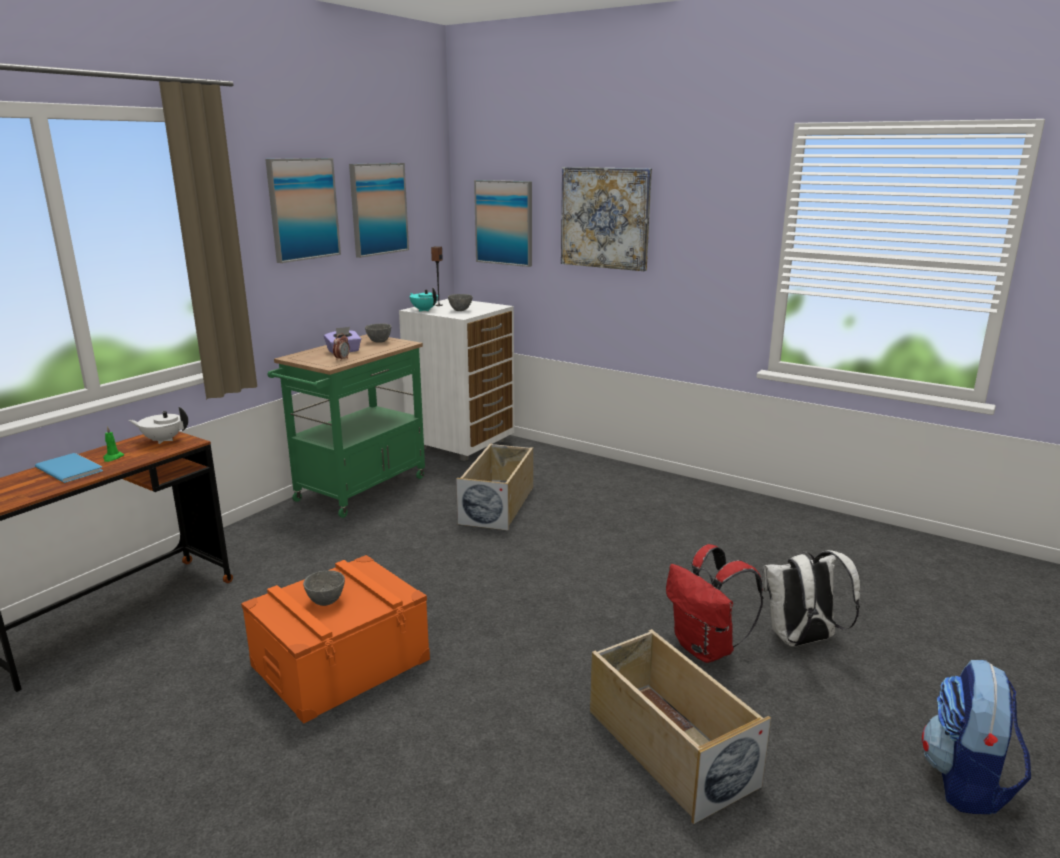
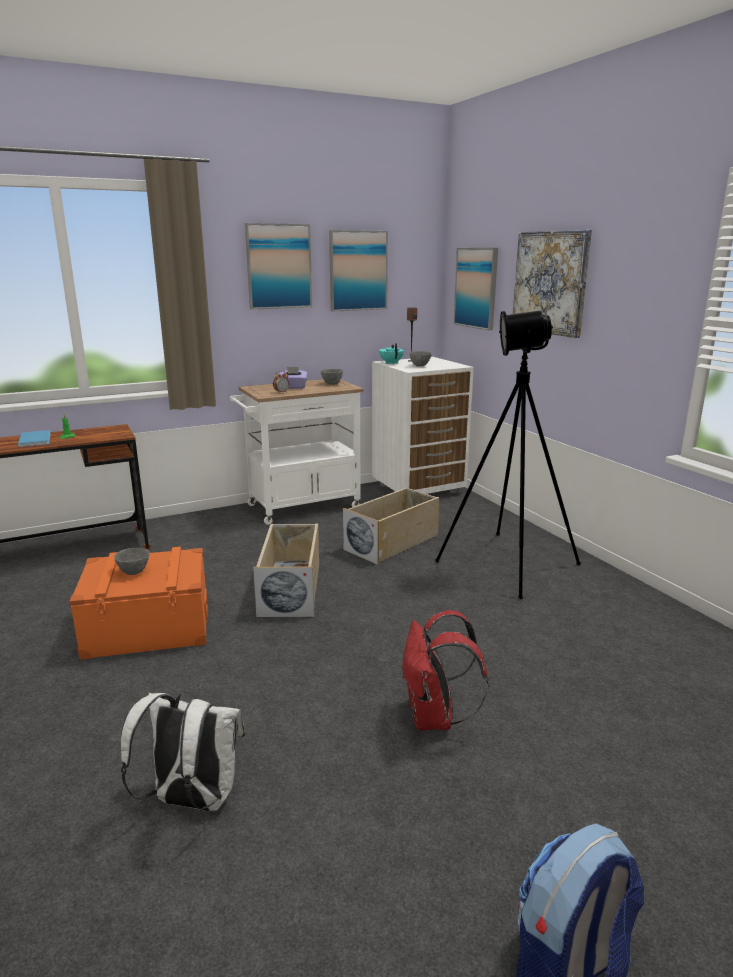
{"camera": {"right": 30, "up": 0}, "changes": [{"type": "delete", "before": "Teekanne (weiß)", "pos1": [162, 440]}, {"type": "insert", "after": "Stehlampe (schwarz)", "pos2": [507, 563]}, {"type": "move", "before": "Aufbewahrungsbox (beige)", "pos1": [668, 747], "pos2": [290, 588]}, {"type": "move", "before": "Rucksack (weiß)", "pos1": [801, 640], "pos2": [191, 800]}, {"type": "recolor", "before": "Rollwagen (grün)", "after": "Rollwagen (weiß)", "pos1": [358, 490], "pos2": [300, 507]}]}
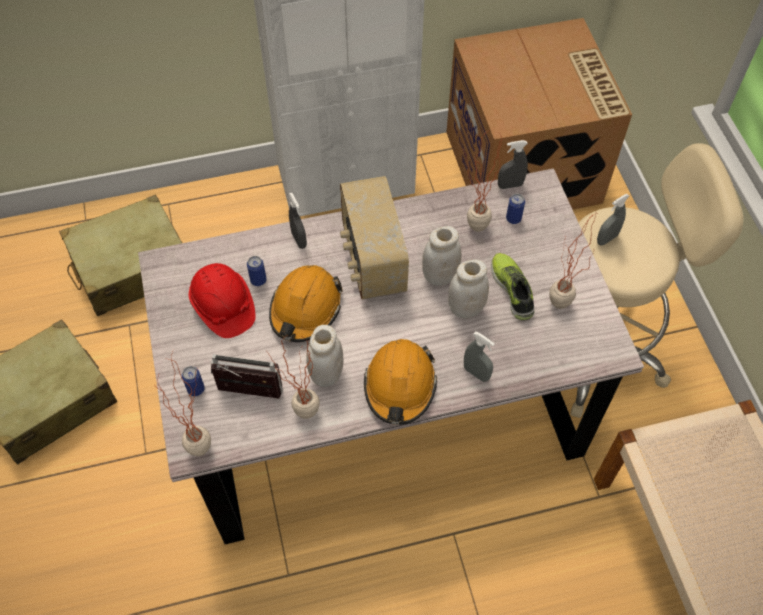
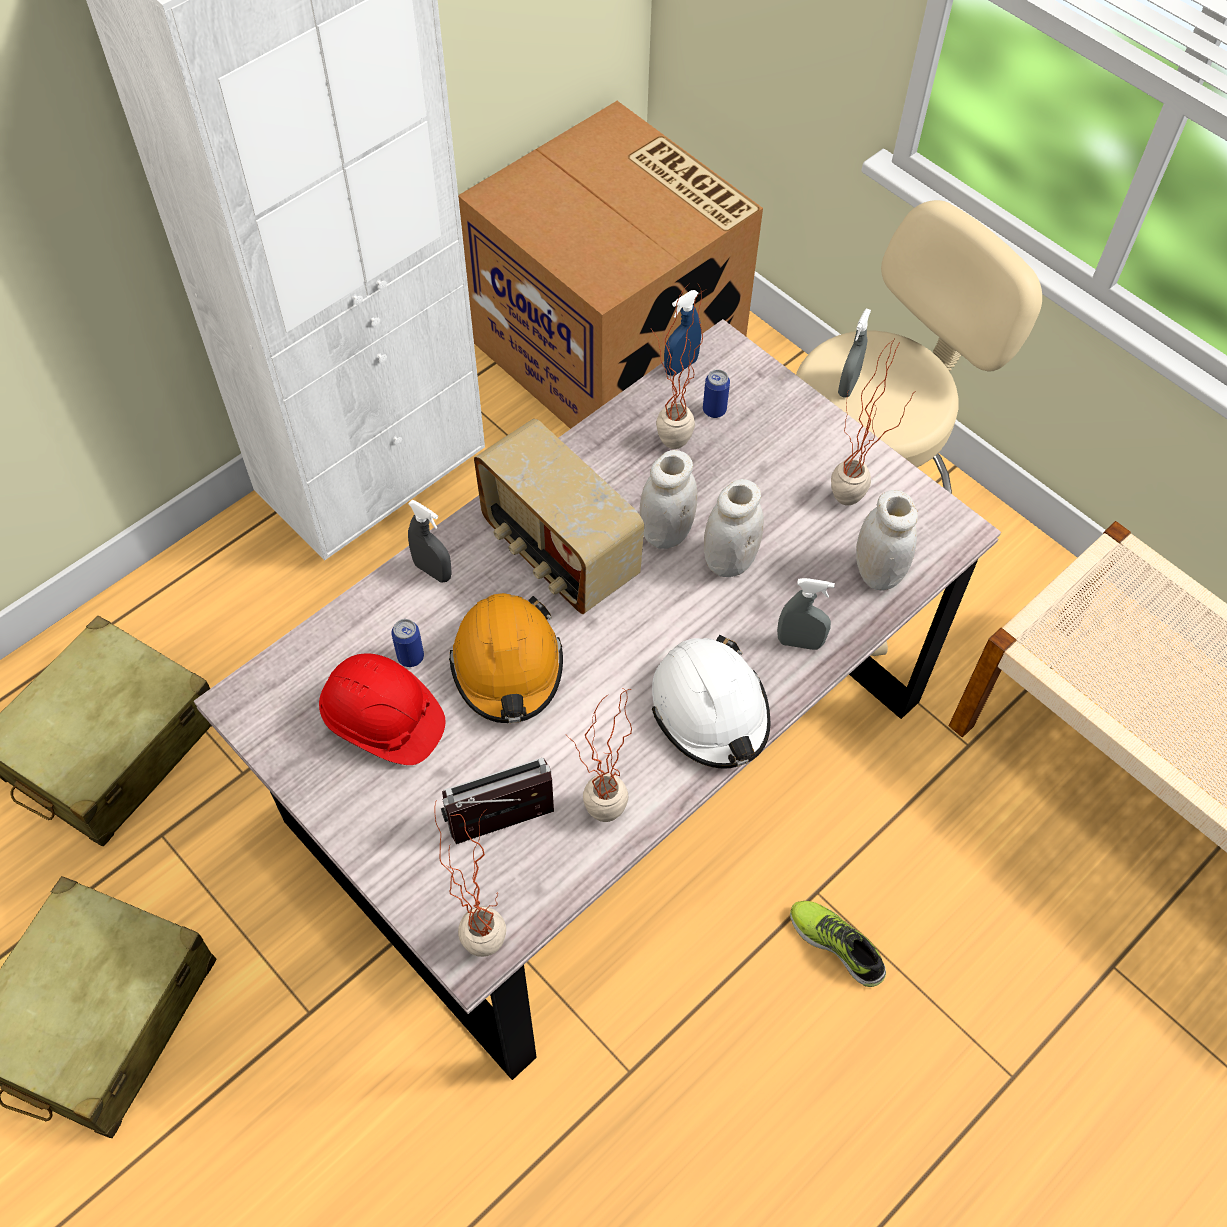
{"camera": {"right": -30, "up": 0}, "changes": [{"type": "delete", "before": "Dose", "pos1": [196, 389]}, {"type": "move", "before": "Vorratsglas (weiß)", "pos1": [326, 374], "pos2": [877, 572]}, {"type": "move", "before": "Schuh", "pos1": [513, 289], "pos2": [837, 944]}, {"type": "recolor", "before": "Schutzhelm (orange)", "after": "Schutzhelm (weiß)", "pos1": [400, 386], "pos2": [710, 710]}, {"type": "recolor", "before": "Sprühflasche (grau)", "after": "Sprühflasche (blau)", "pos1": [510, 185], "pos2": [681, 366]}]}
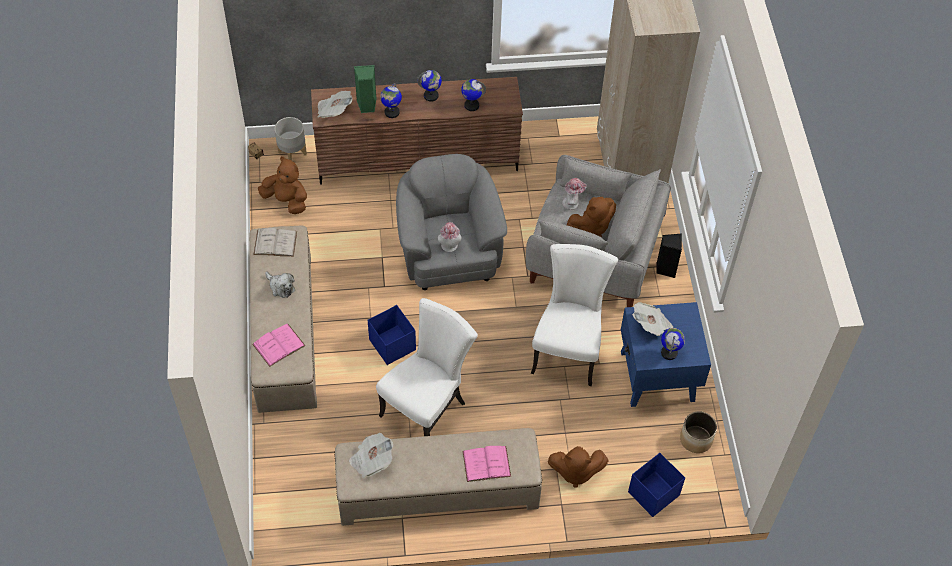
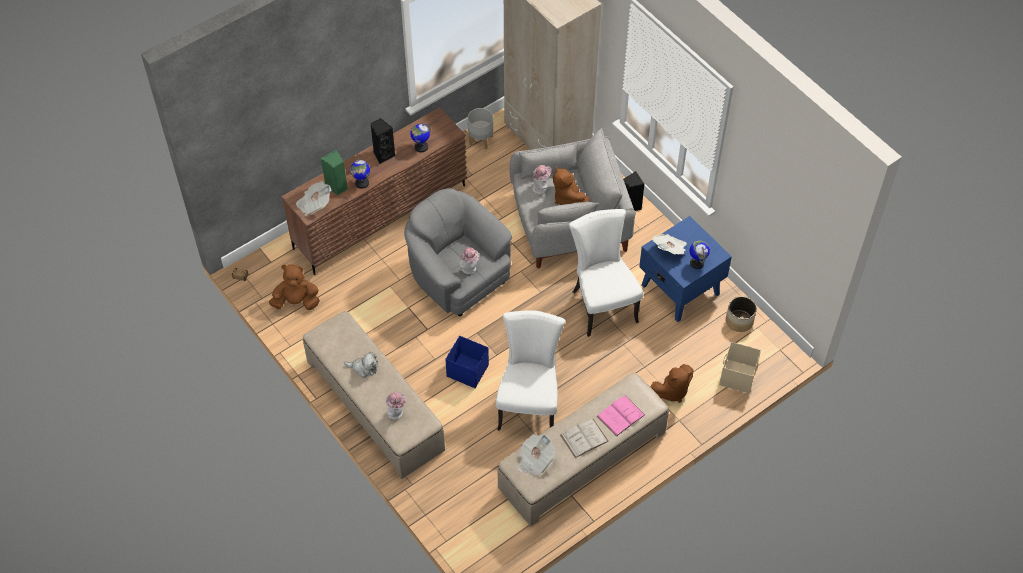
{"camera": {"right": -30, "up": 0}, "changes": [{"type": "move", "before": "Buch (weiß)", "pos1": [275, 243], "pos2": [584, 438]}, {"type": "move", "before": "Pflanzkübel (grau)", "pos1": [292, 153], "pos2": [481, 140]}, {"type": "replace", "before": "Buch (rosa)", "after": "Hut", "pos1": [278, 345], "pos2": [397, 413]}, {"type": "replace", "before": "Globus", "after": "Lautsprecher (schwarz)", "pos1": [431, 96], "pos2": [383, 155]}, {"type": "recolor", "before": "Aufbewahrungsbox (blau)", "after": "Aufbewahrungsbox (beige)", "pos1": [653, 494], "pos2": [737, 377]}, {"type": "rotate", "before": "Plüschtier (braun)", "pos1": [591, 226], "pos2": [568, 198], "turn": 120}]}
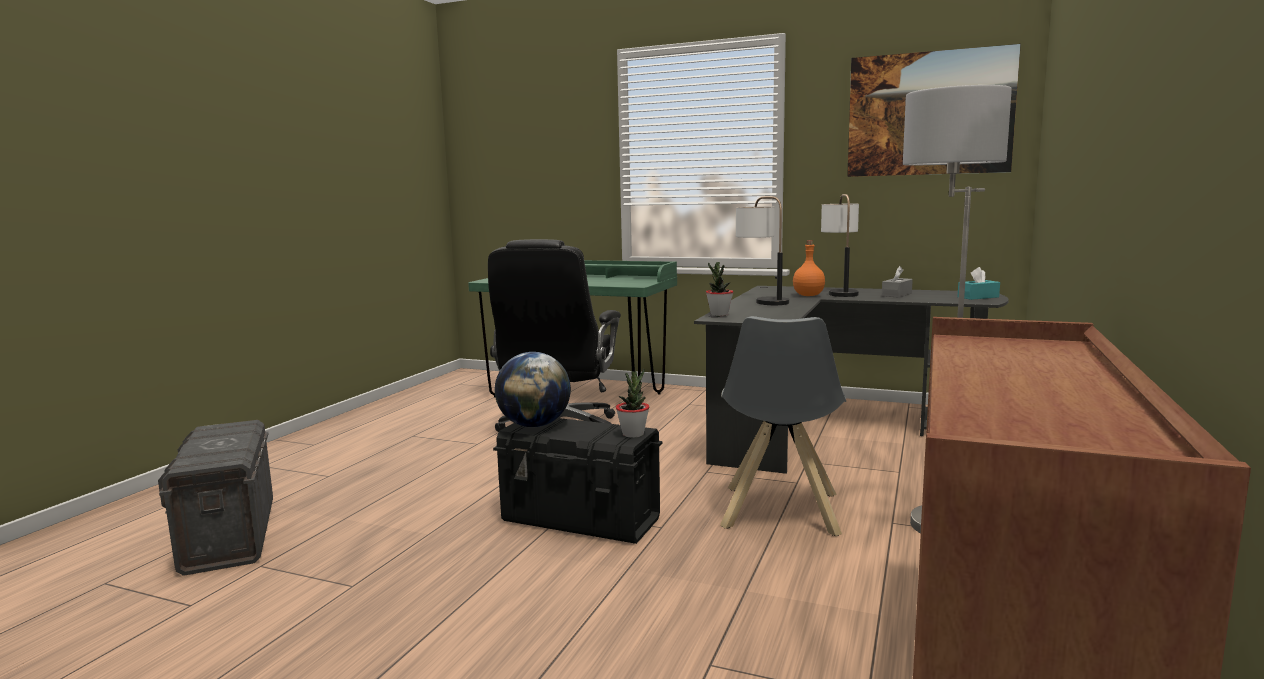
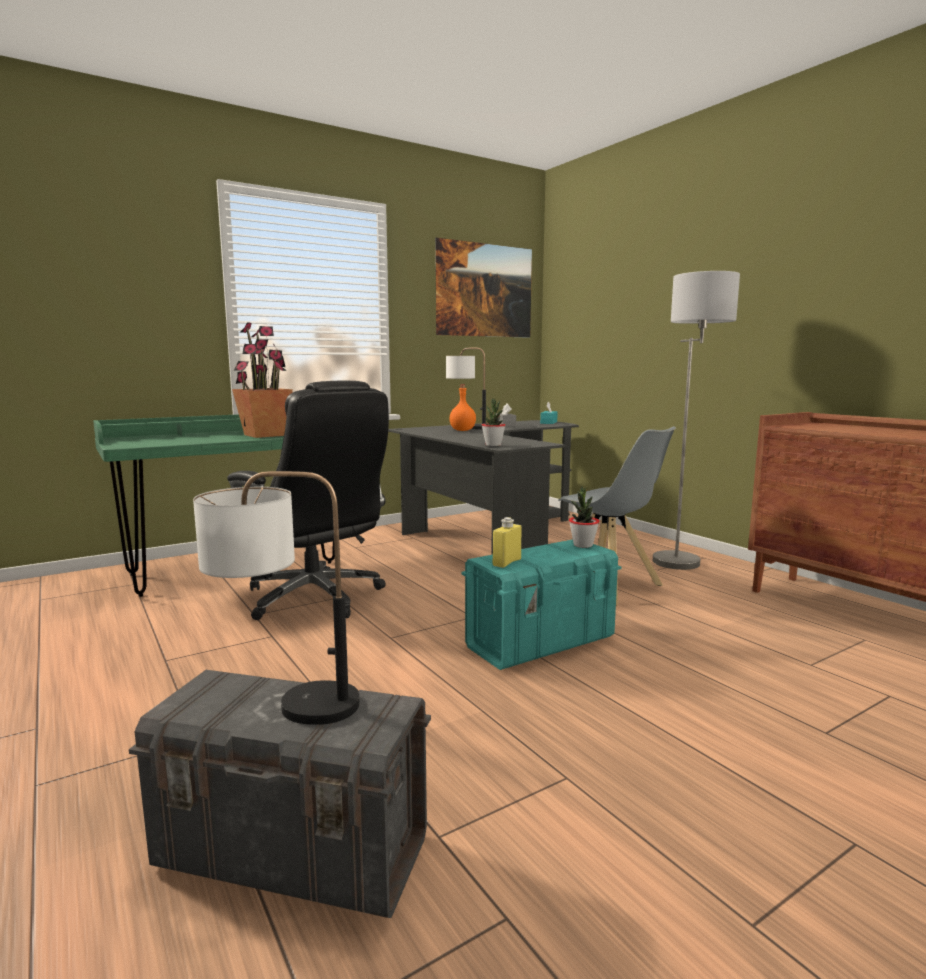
{"camera": {"right": -55, "up": 0}, "changes": [{"type": "insert", "after": "Topfpflanze", "pos2": [265, 435]}, {"type": "move", "before": "Tischlampe", "pos1": [761, 301], "pos2": [283, 703]}, {"type": "replace", "before": "Globus", "after": "Flasche (gelb)", "pos1": [534, 425], "pos2": [507, 562]}, {"type": "recolor", "before": "Aufbewahrungsbox (schwarz)", "after": "Aufbewahrungsbox (türkis)", "pos1": [581, 520], "pos2": [541, 641]}]}
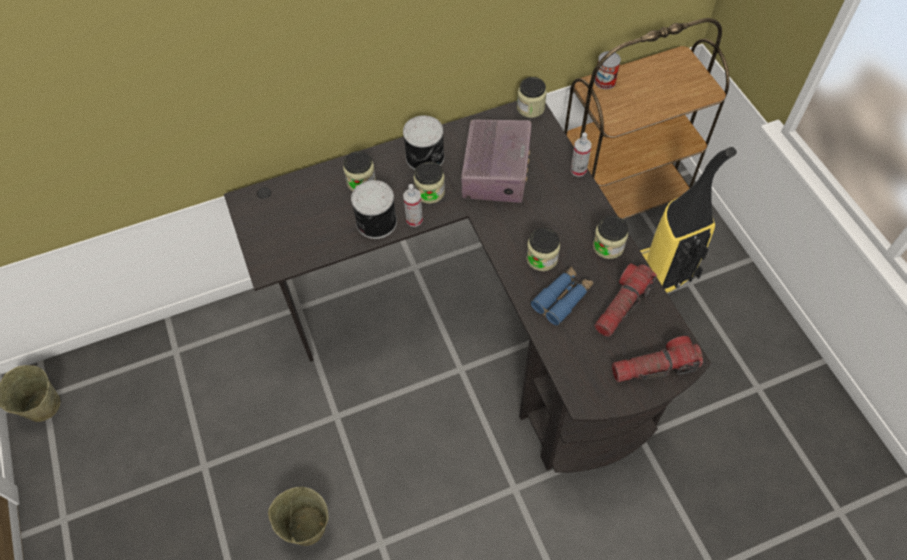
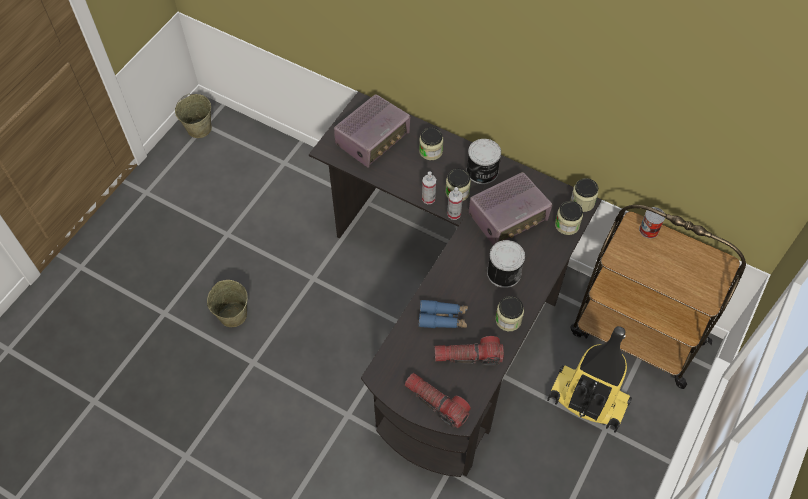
{"camera": {"right": 50, "up": 0}, "changes": [{"type": "insert", "after": "Radio", "pos2": [373, 139]}, {"type": "move", "before": "Dose", "pos1": [375, 222], "pos2": [503, 272]}, {"type": "move", "before": "Vorratsglas", "pos1": [541, 258], "pos2": [567, 225]}, {"type": "move", "before": "Sprühflasche", "pos1": [578, 170], "pos2": [454, 214]}]}
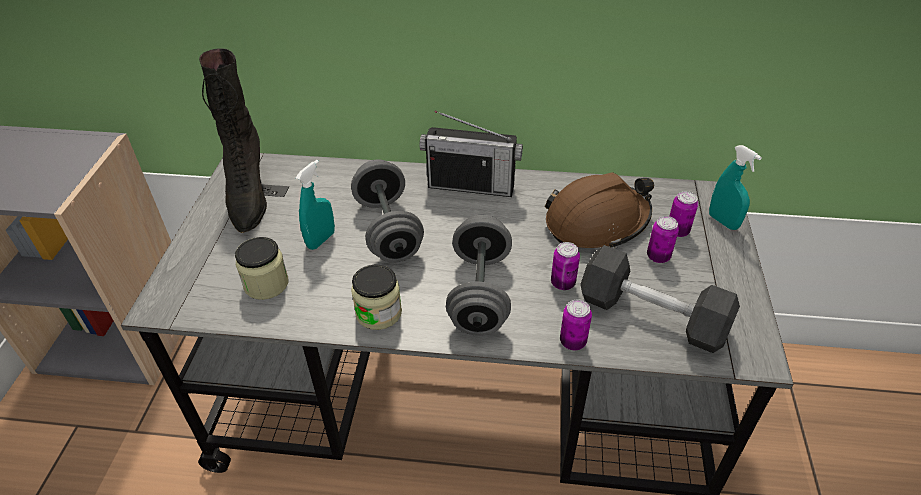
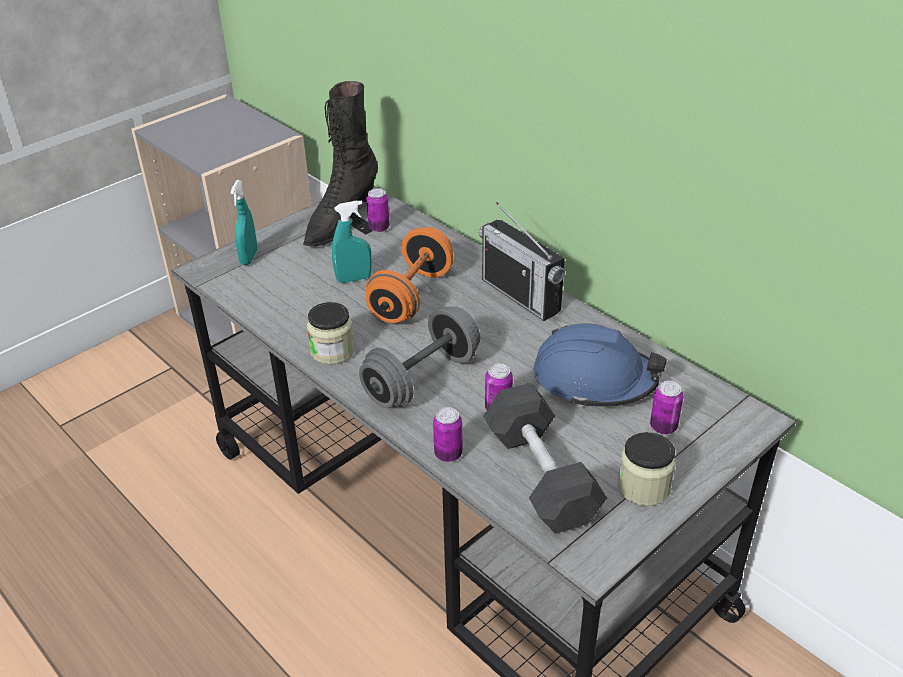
{"camera": {"right": 40, "up": -5}, "changes": [{"type": "move", "before": "Vorratsglas", "pos1": [266, 284], "pos2": [643, 487]}, {"type": "move", "before": "Dose", "pos1": [658, 256], "pos2": [379, 227]}, {"type": "move", "before": "Sprühflasche (türkis)", "pos1": [723, 221], "pos2": [249, 258]}, {"type": "recolor", "before": "Hantel (grau)", "after": "Hantel (orange)", "pos1": [388, 229], "pos2": [411, 296]}, {"type": "recolor", "before": "Schutzhelm (braun)", "after": "Schutzhelm (blau)", "pos1": [597, 222], "pos2": [594, 380]}]}
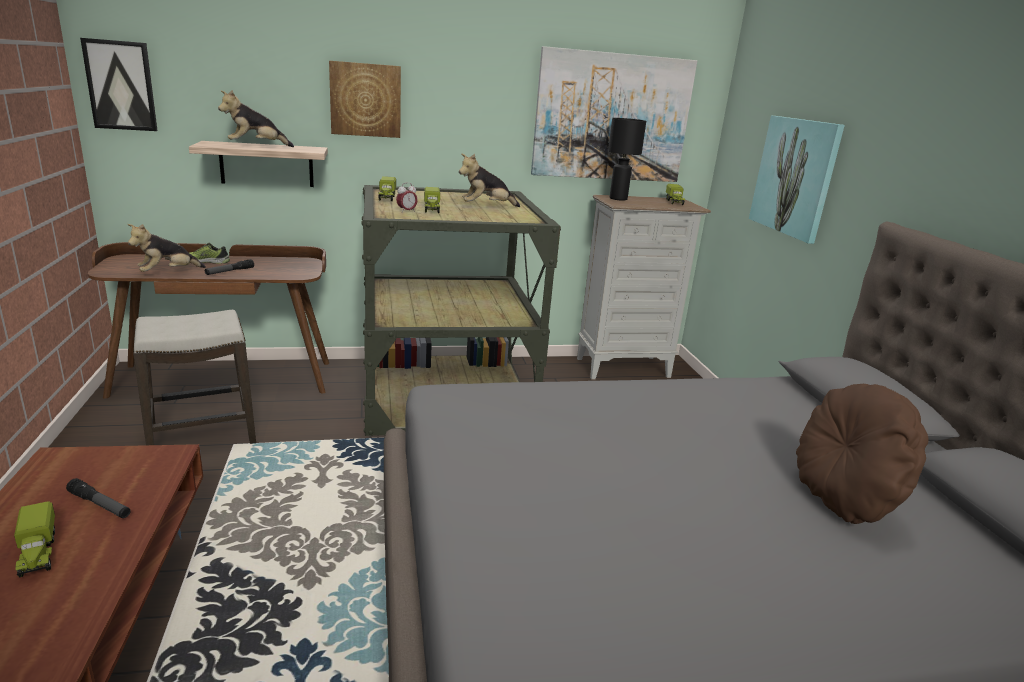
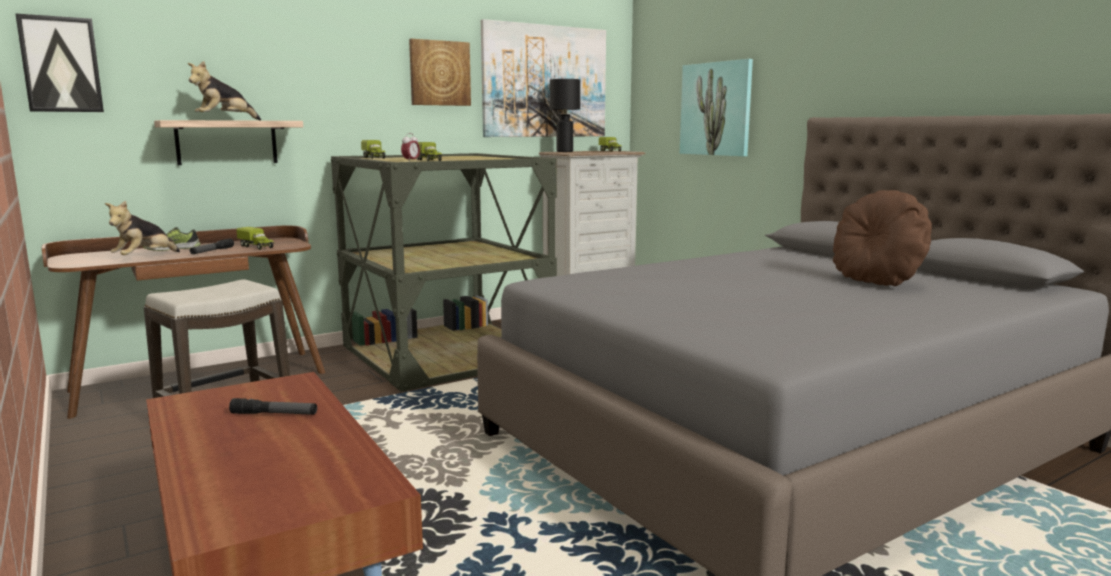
{"camera": {"right": -20, "up": -10}, "changes": [{"type": "delete", "before": "Plüschtier", "pos1": [486, 207]}, {"type": "move", "before": "Spielzeuglaster", "pos1": [38, 553], "pos2": [256, 247]}, {"type": "move", "before": "Bild", "pos1": [365, 100], "pos2": [439, 73]}]}
